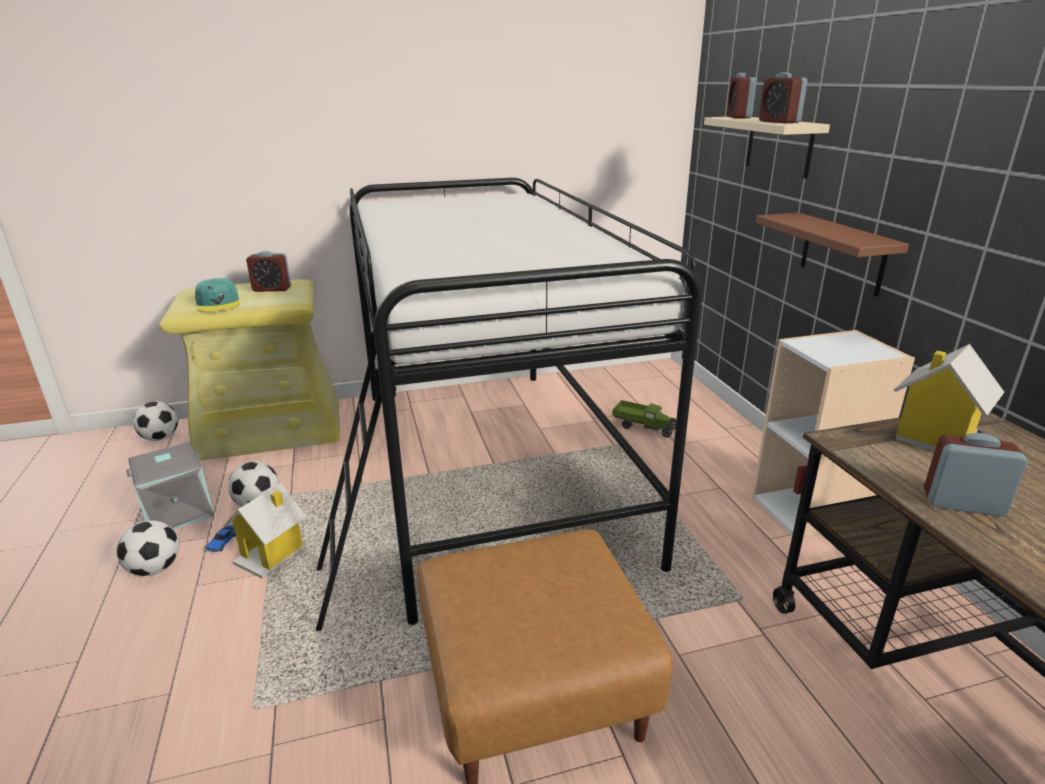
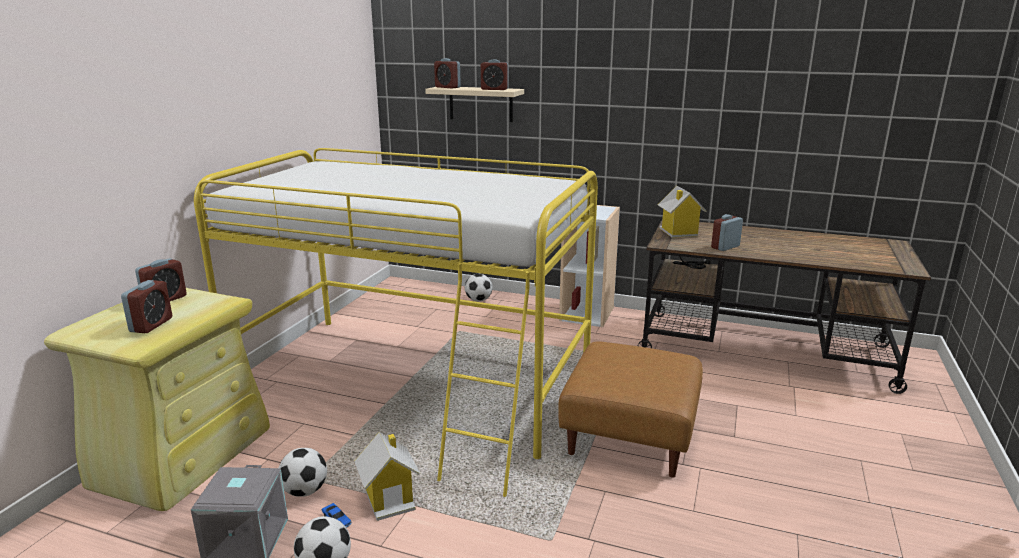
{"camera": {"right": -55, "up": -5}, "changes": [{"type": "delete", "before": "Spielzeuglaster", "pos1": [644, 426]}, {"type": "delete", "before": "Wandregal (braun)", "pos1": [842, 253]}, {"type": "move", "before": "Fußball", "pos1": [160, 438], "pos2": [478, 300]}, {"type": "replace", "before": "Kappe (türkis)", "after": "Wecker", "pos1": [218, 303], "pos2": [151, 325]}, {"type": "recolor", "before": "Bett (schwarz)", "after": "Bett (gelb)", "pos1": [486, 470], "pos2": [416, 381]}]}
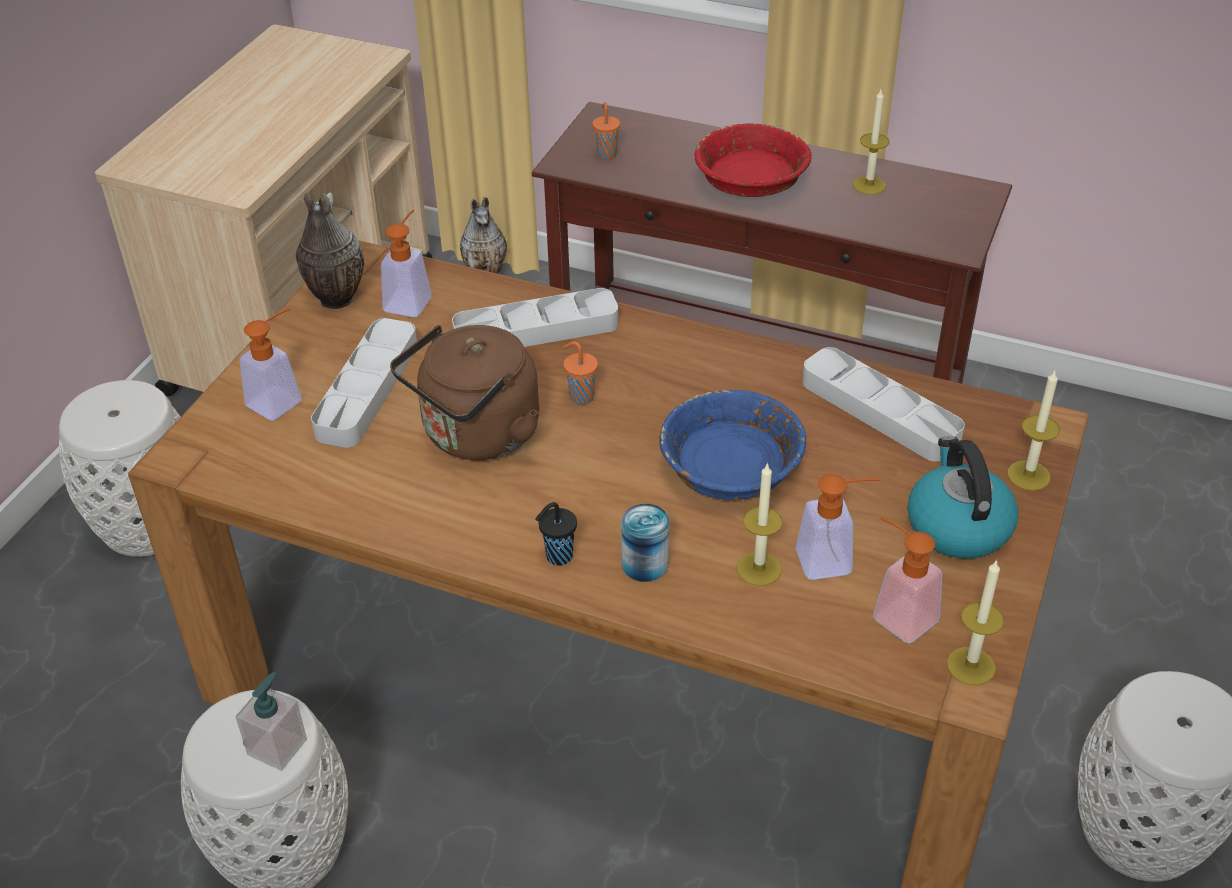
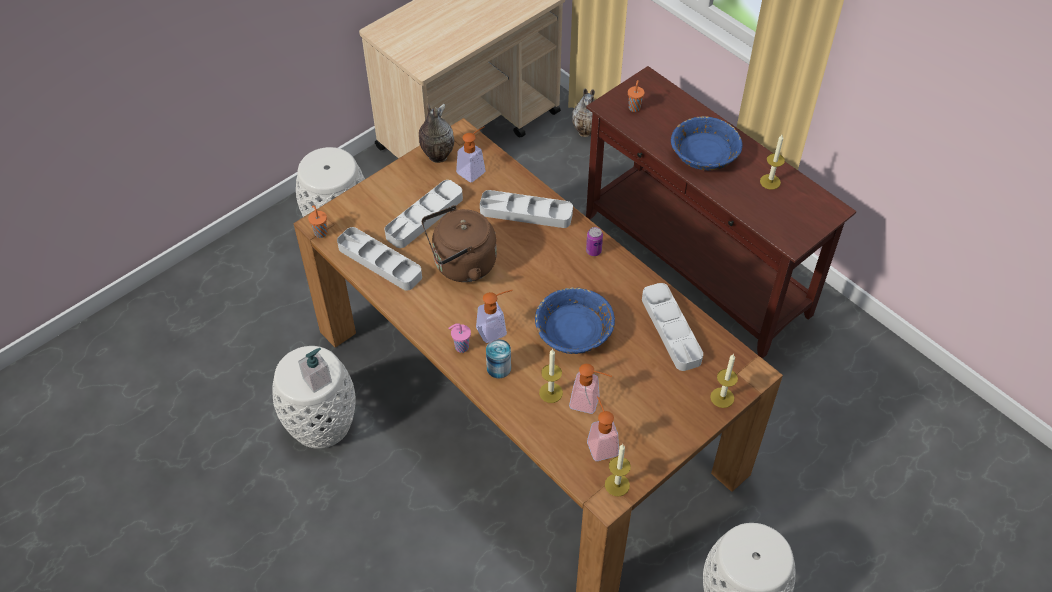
{"camera": {"right": 25, "up": 10}, "changes": [{"type": "delete", "before": "Wasserkessel", "pos1": [957, 526]}, {"type": "insert", "after": "Tablett (grau)", "pos2": [380, 262]}, {"type": "insert", "after": "Dose", "pos2": [593, 251]}, {"type": "move", "before": "Seifenspender", "pos1": [281, 399], "pos2": [496, 329]}, {"type": "move", "before": "Tasse (orange)", "pos1": [580, 397], "pos2": [320, 232]}, {"type": "recolor", "before": "Tasse (schwarz)", "after": "Tasse (rosa)", "pos1": [557, 557], "pos2": [461, 347]}, {"type": "recolor", "before": "Schüssel (rot)", "after": "Schüssel (blau)", "pos1": [751, 179], "pos2": [704, 154]}]}
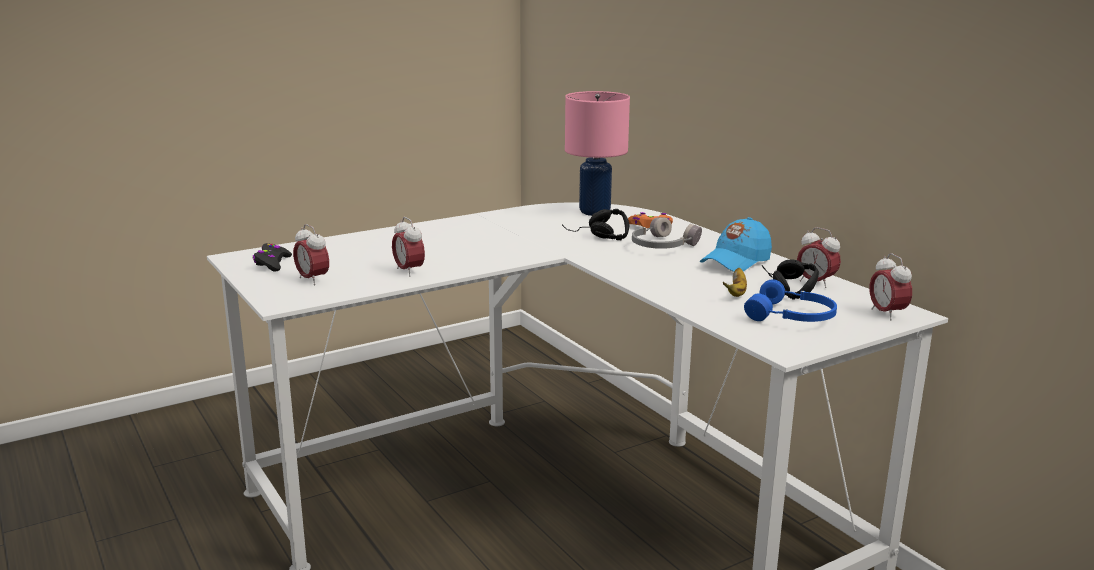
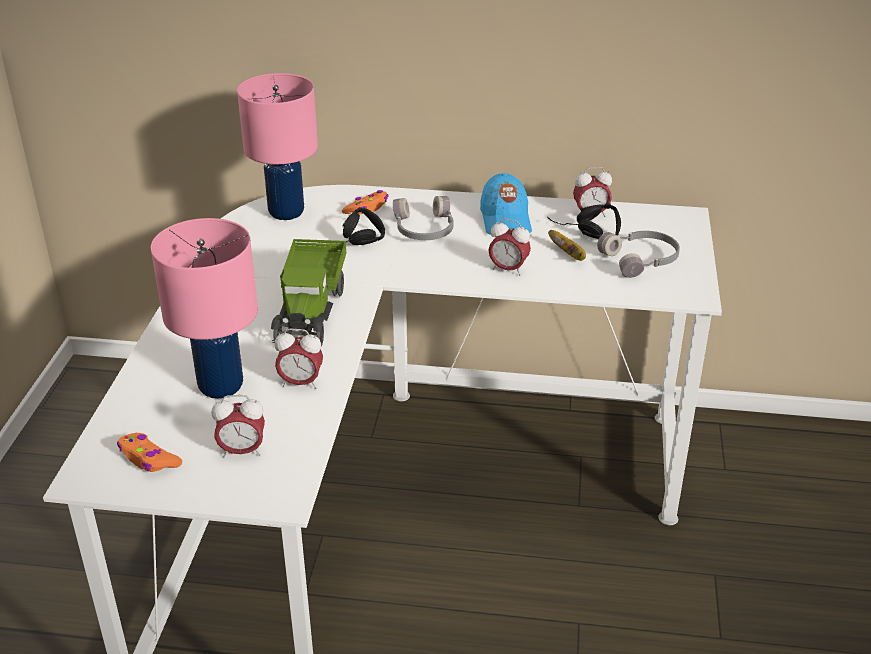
{"camera": {"right": -50, "up": 15}, "changes": [{"type": "insert", "after": "Tischlampe (rosa)", "pos2": [221, 385]}, {"type": "insert", "after": "Spielzeuglaster", "pos2": [311, 311]}, {"type": "move", "before": "Wecker", "pos1": [886, 314], "pos2": [508, 269]}, {"type": "recolor", "before": "Gamepad (schwarz)", "after": "Gamepad (orange)", "pos1": [272, 263], "pos2": [149, 459]}, {"type": "recolor", "before": "Kopfhörer (blau)", "after": "Kopfhörer (grau)", "pos1": [791, 317], "pos2": [641, 260]}]}
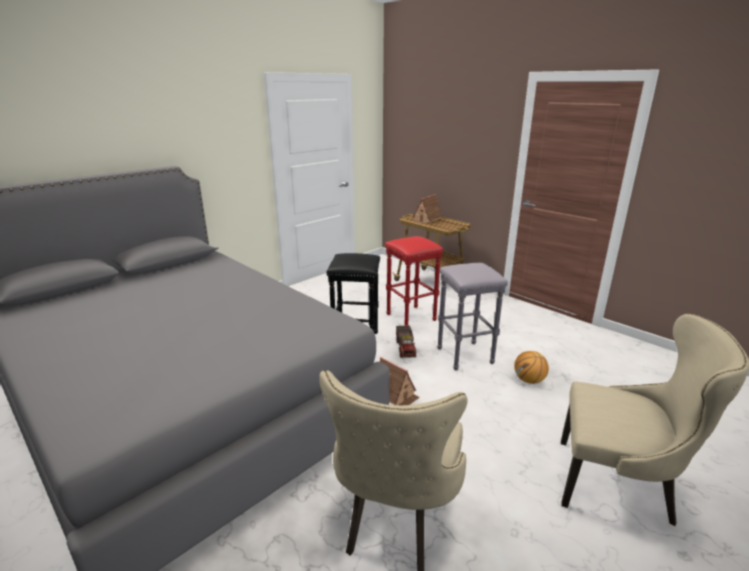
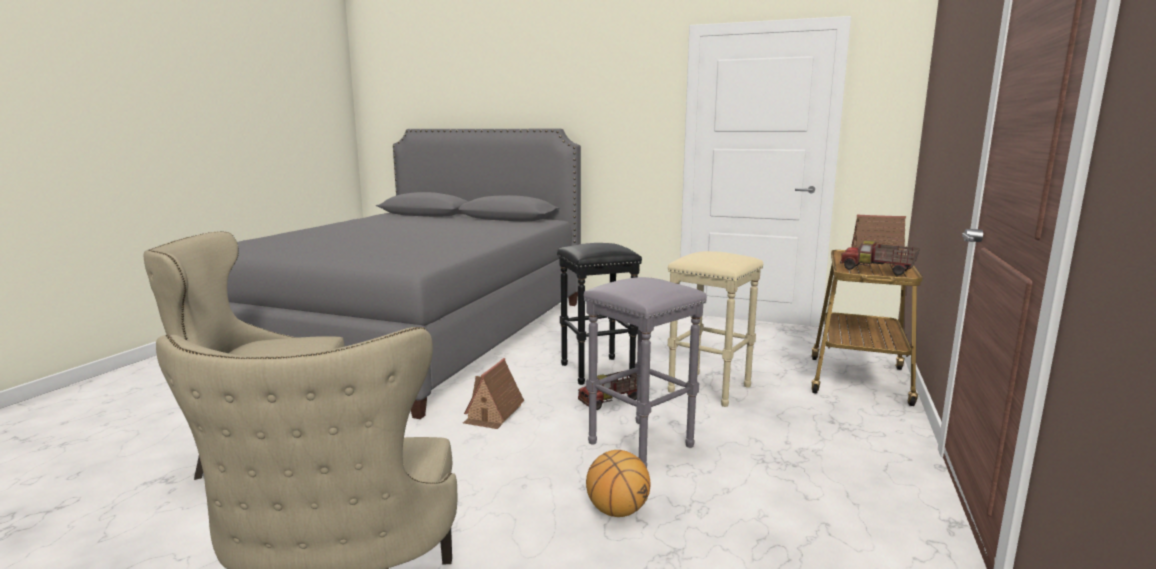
{"camera": {"right": 65, "up": -10}, "changes": [{"type": "insert", "after": "Spielzeuglaster", "pos2": [877, 270]}, {"type": "recolor", "before": "Hocker (rot)", "after": "Hocker (beige)", "pos1": [412, 317], "pos2": [710, 389]}]}
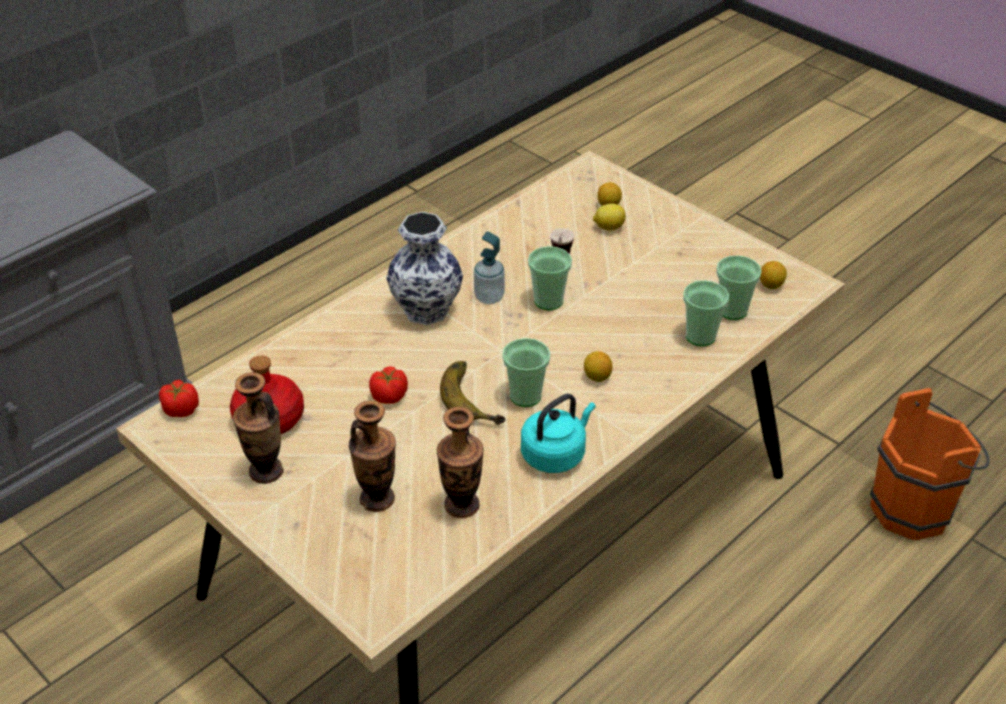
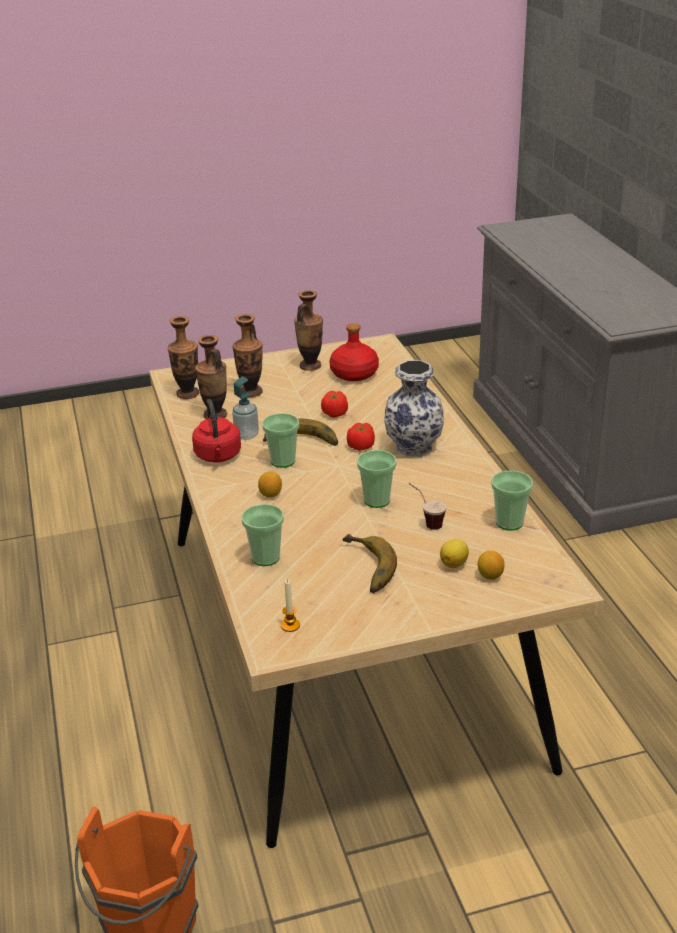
{"camera": {"right": 120, "up": -10}, "changes": [{"type": "insert", "after": "Vase", "pos2": [187, 394]}, {"type": "insert", "after": "Banane", "pos2": [364, 568]}, {"type": "move", "before": "Tomate", "pos1": [181, 409], "pos2": [361, 446]}, {"type": "move", "before": "Seifenspender", "pos1": [489, 297], "pos2": [246, 435]}, {"type": "move", "before": "Tasse", "pos1": [732, 310], "pos2": [509, 522]}, {"type": "replace", "before": "Zitrone", "after": "Kerze", "pos1": [771, 285], "pos2": [290, 625]}, {"type": "recolor", "before": "Wasserkessel (türkis)", "after": "Wasserkessel (rot)", "pos1": [555, 454], "pos2": [218, 456]}]}
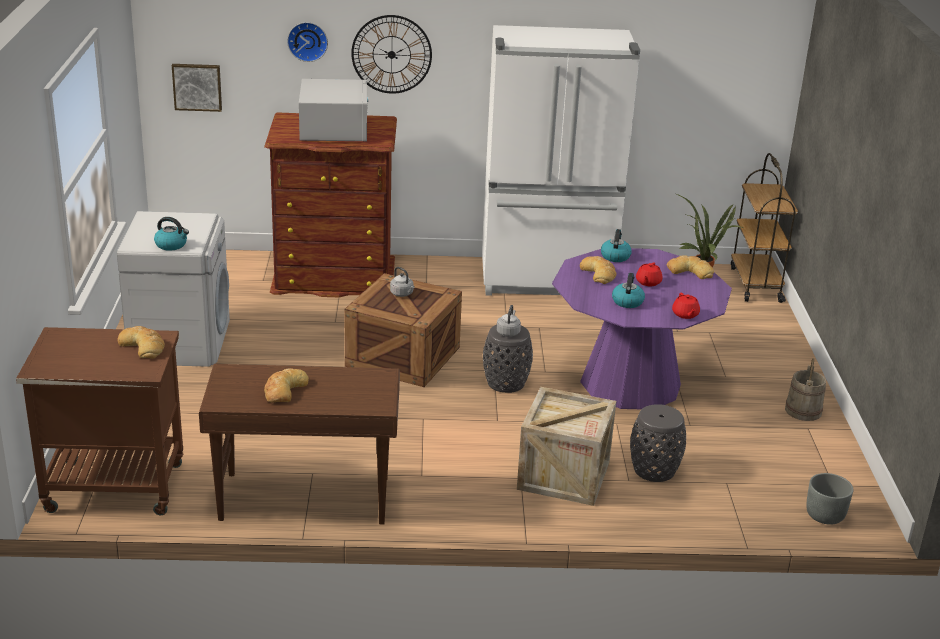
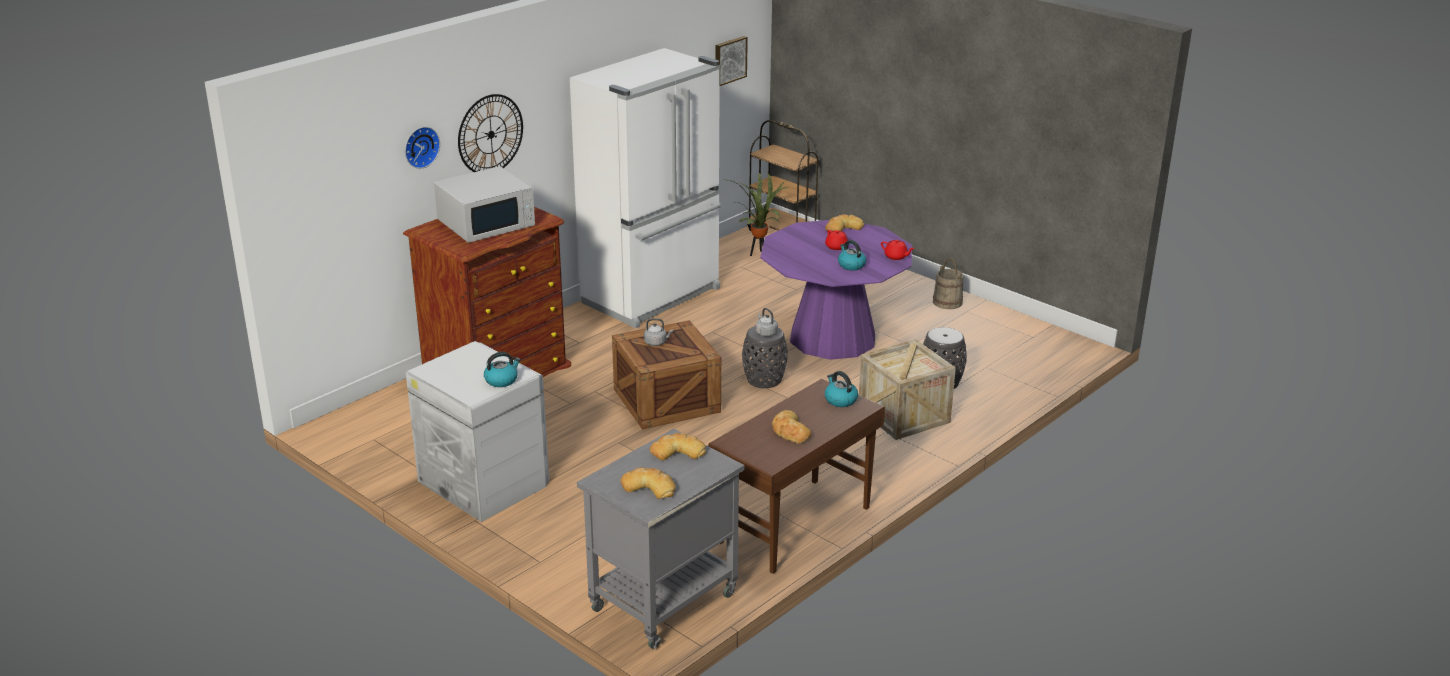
{"camera": {"right": -45, "up": 0}, "changes": [{"type": "delete", "before": "Pflanzkübel (grau)", "pos1": [825, 515]}, {"type": "move", "before": "Bild", "pos1": [197, 86], "pos2": [729, 60]}, {"type": "move", "before": "Brot", "pos1": [599, 273], "pos2": [649, 487]}, {"type": "move", "before": "Wasserkessel", "pos1": [615, 256], "pos2": [840, 400]}, {"type": "recolor", "before": "Rollwagen (braun)", "after": "Rollwagen (grau)", "pos1": [113, 488], "pos2": [662, 603]}, {"type": "rotate", "before": "Mikrowelle (weiß)", "pos1": [334, 129], "pos2": [487, 223], "turn": 105}]}
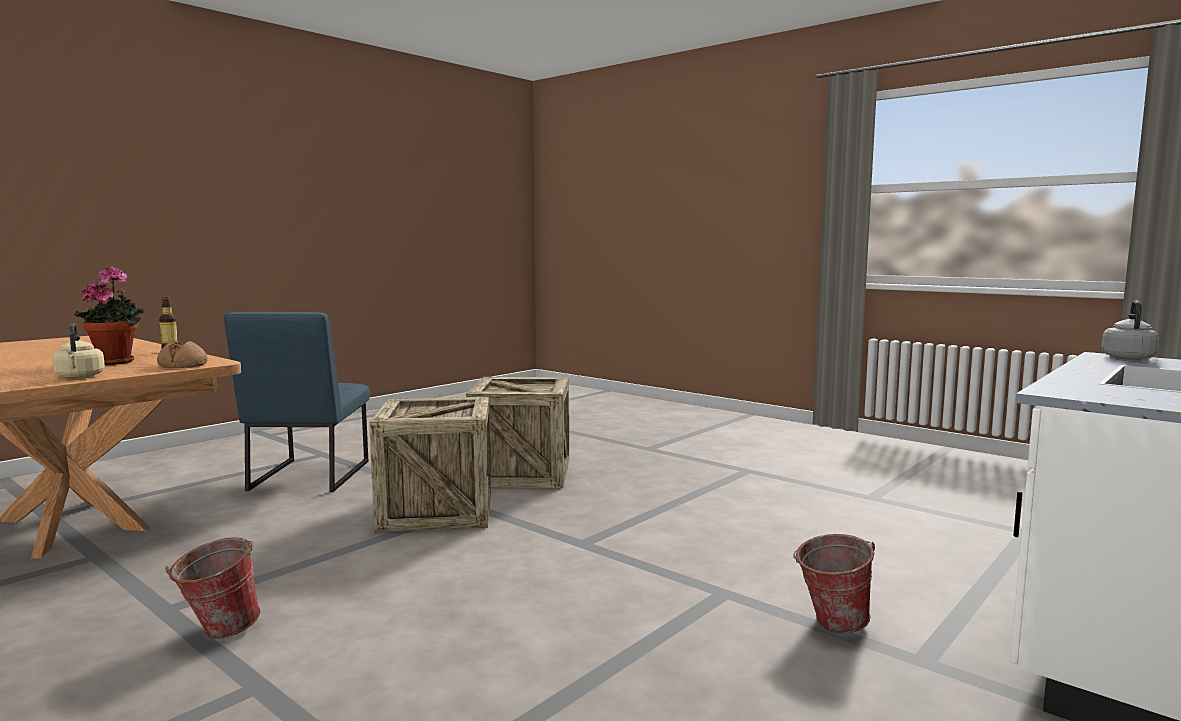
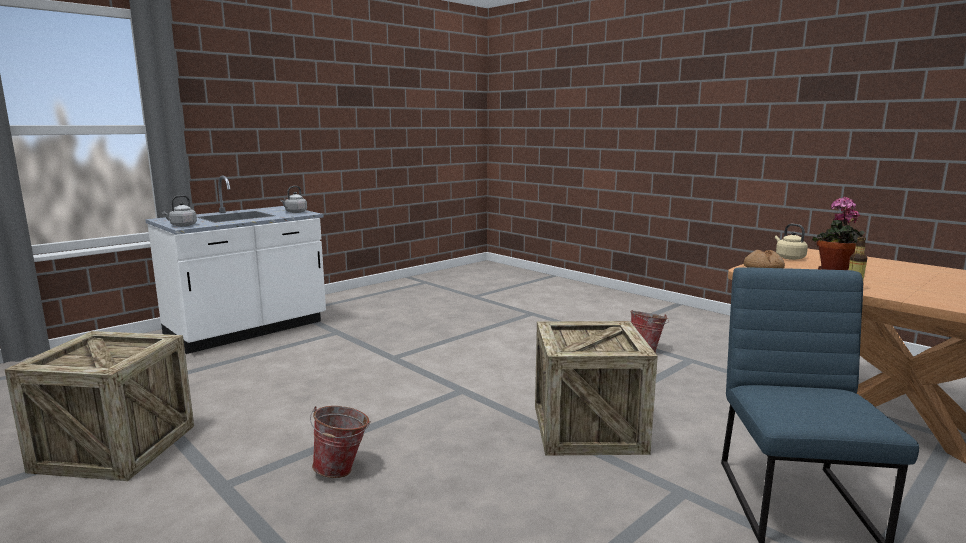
{"camera": {"right": -175, "up": 5}, "changes": [{"type": "insert", "after": "Wasserkessel (grau)", "pos2": [295, 212]}, {"type": "move", "before": "Kiste", "pos1": [521, 473], "pos2": [115, 448]}, {"type": "move", "before": "Eimer", "pos1": [830, 624], "pos2": [343, 470]}]}
